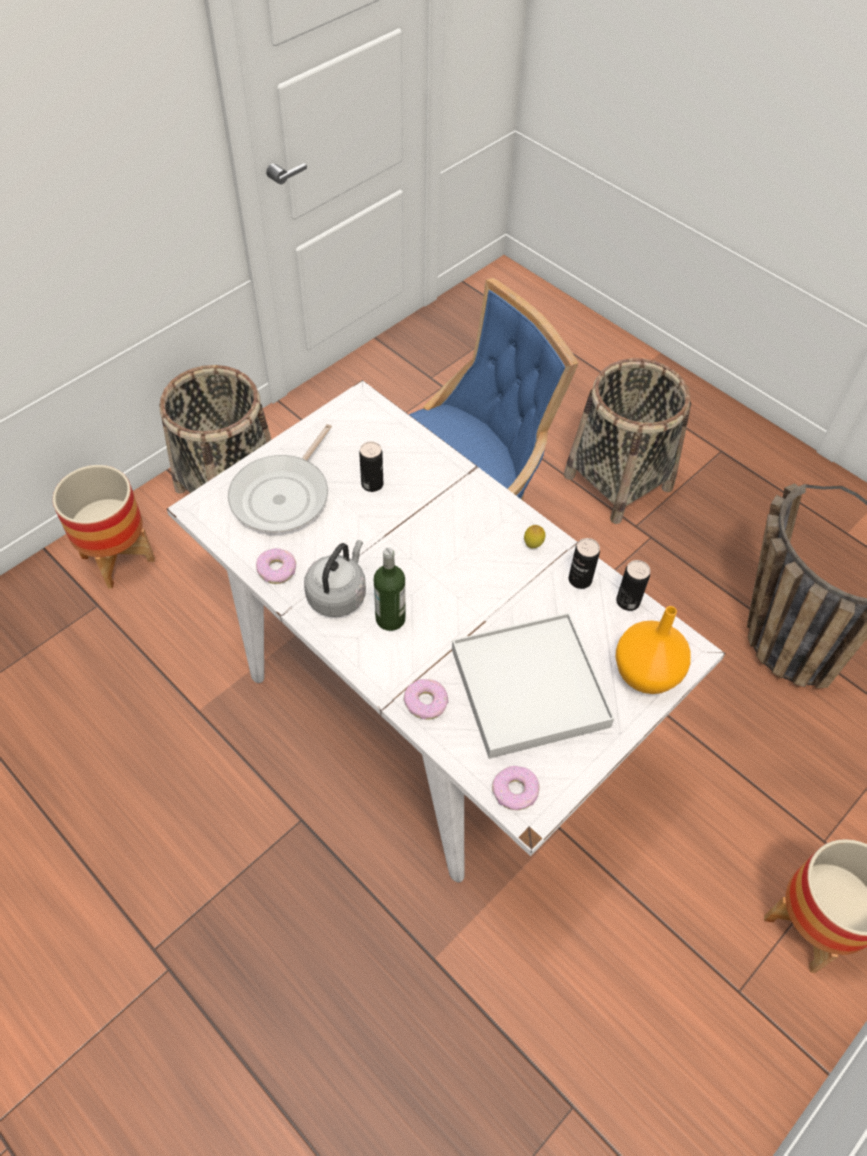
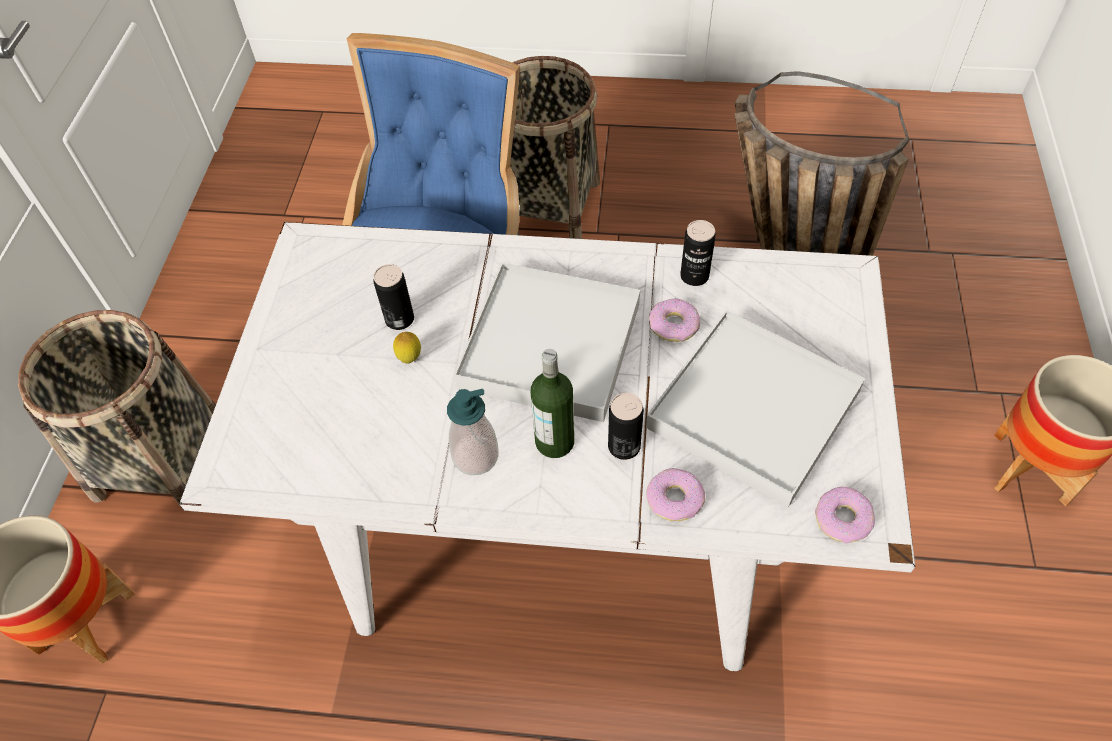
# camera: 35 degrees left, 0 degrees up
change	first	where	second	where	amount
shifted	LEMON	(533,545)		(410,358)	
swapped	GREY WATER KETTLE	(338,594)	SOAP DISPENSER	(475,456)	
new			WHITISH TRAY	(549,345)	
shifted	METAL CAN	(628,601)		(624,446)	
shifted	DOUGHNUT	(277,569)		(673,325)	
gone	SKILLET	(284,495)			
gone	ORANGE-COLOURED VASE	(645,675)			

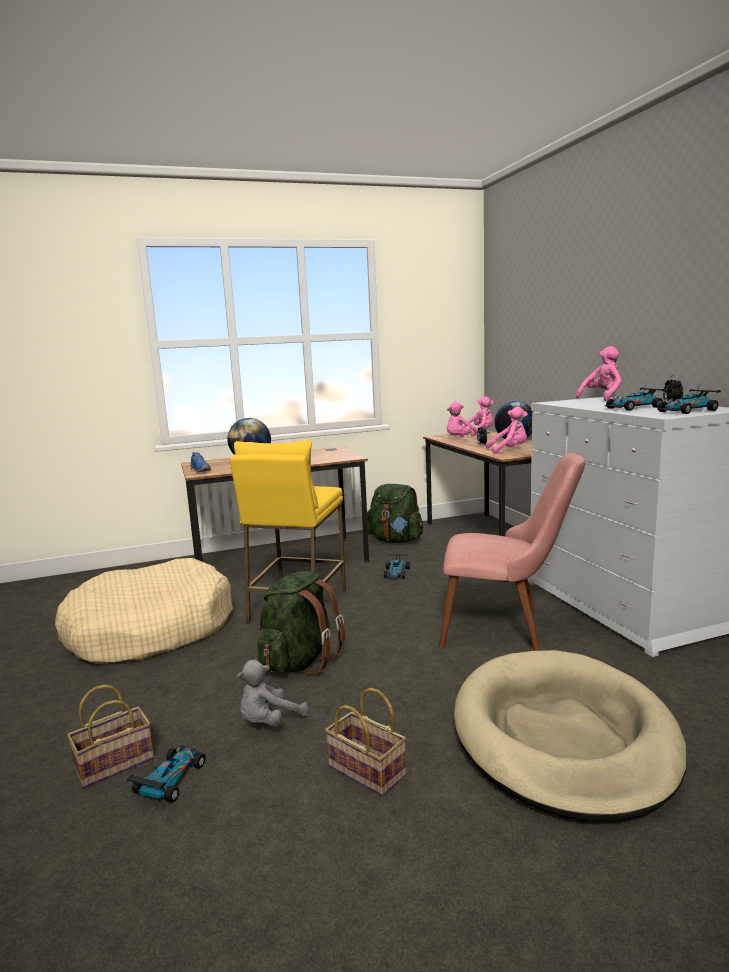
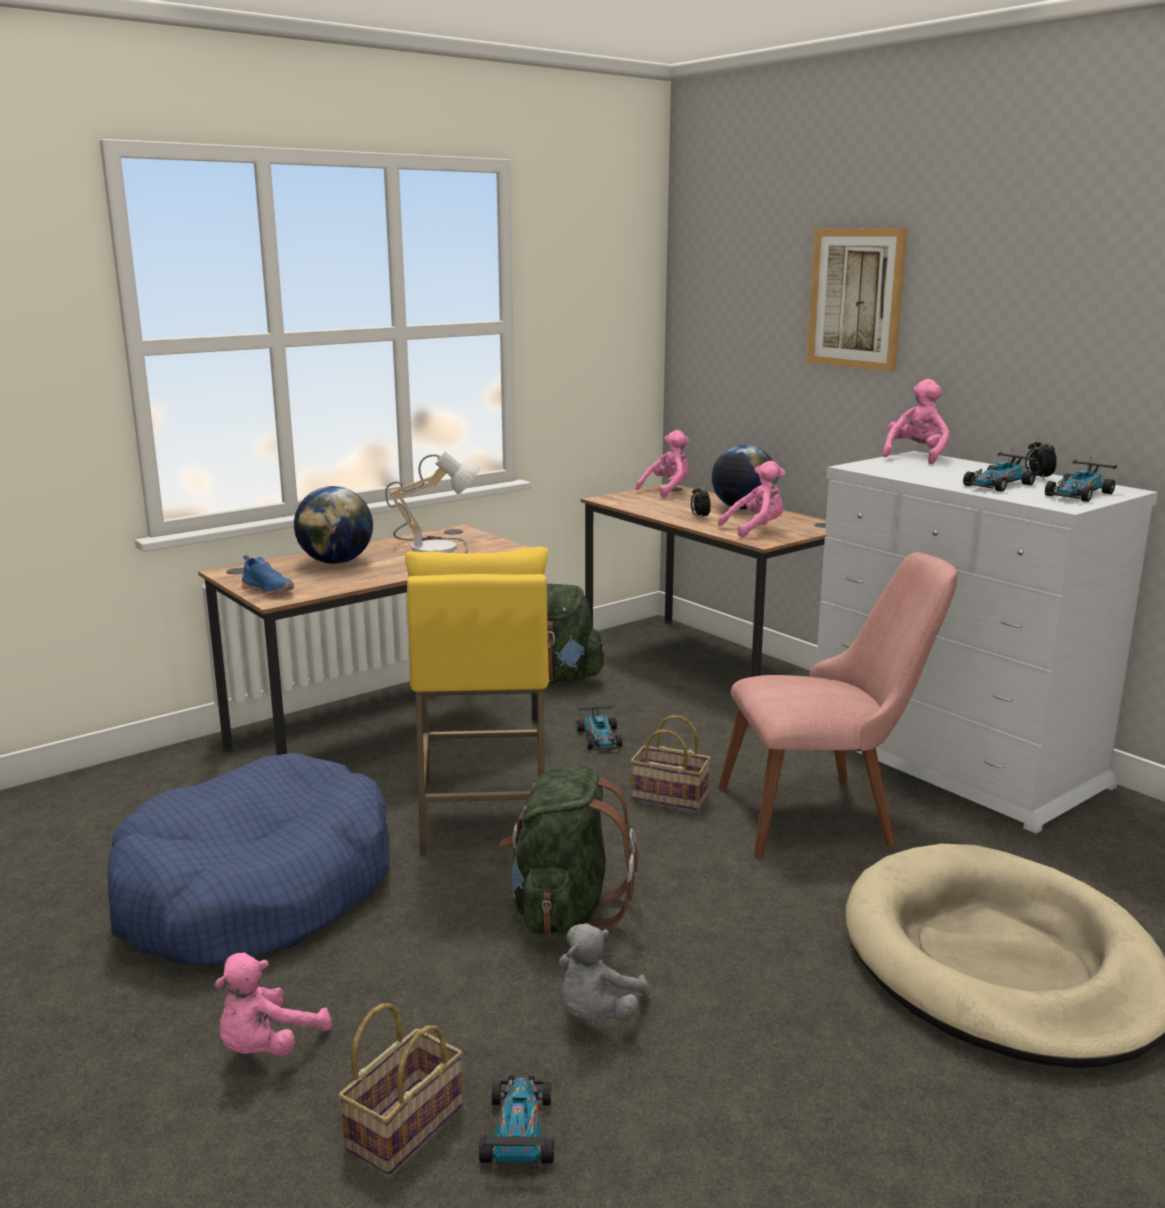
# camera: 20 degrees left, 5 degrees up
change	first	where	second	where	amount
repainted	BEIGE PET BED	(150,630)	BLUE PET BED	(255,891)	
shifted	PINK PLUSH TOY	(460,440)		(267,1047)	
new			TABLETOP LAMP	(437,547)	
shifted	HOUSEHOLD BASKET	(364,771)		(667,797)	
new			WALL ART	(855,298)	

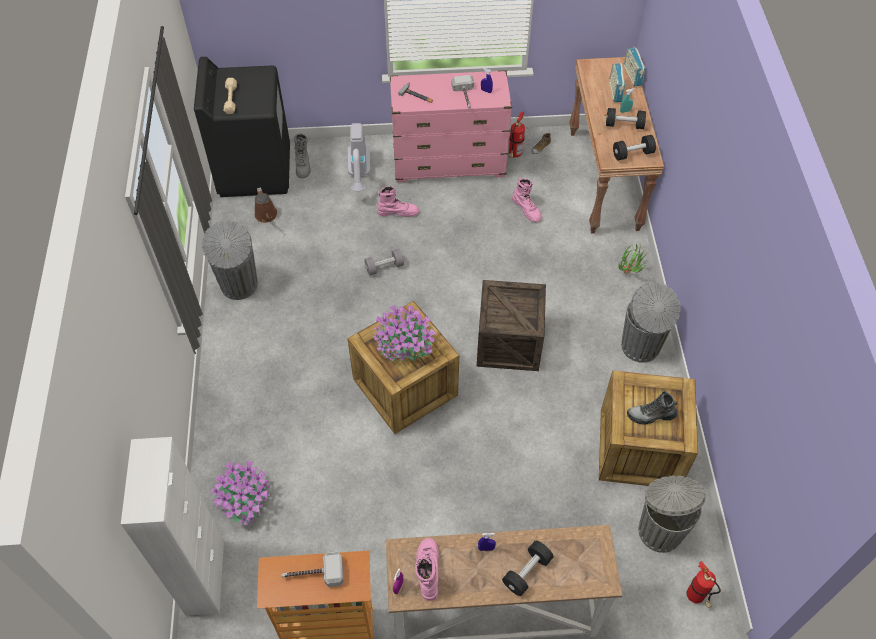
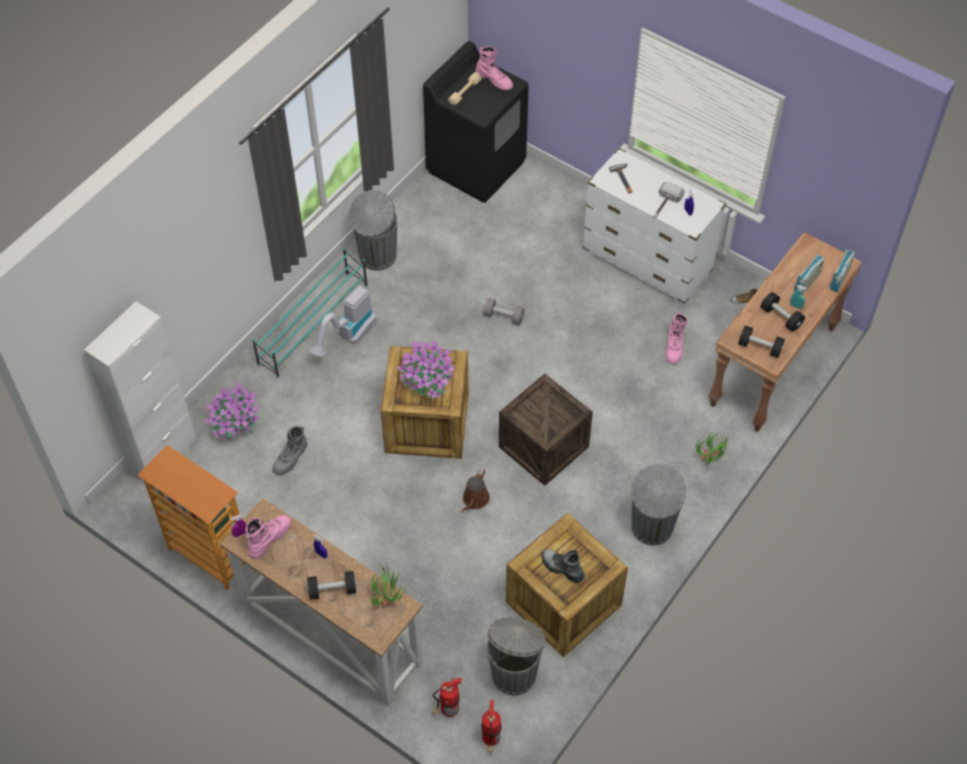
# camera: 40 degrees right, 0 degrees up
change	first	where	second	where	amount
new			TURQUOISE-COLOURED SHOE STAND	(314,324)	
shifted	GREY HIGH-TOP BOOT	(303,165)		(291,458)	
shifted	VACUUM CLEANER	(359,174)		(347,338)	
new			PLANT IN A POT	(387,598)	
shifted	EXTINGUISHER	(514,155)		(447,710)	
shifted	BROWN WATERING POT	(266,216)		(475,500)	
shifted	PINK HIGH-TOP BOOT	(398,212)		(494,80)	
repainted	PINK DRESSER	(449,163)	WHITISH DRESSER	(647,262)	
gone	TOOL HAMMER	(313,574)			

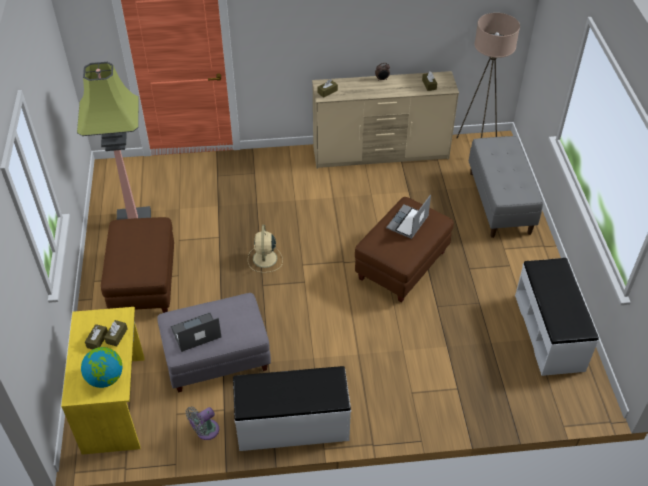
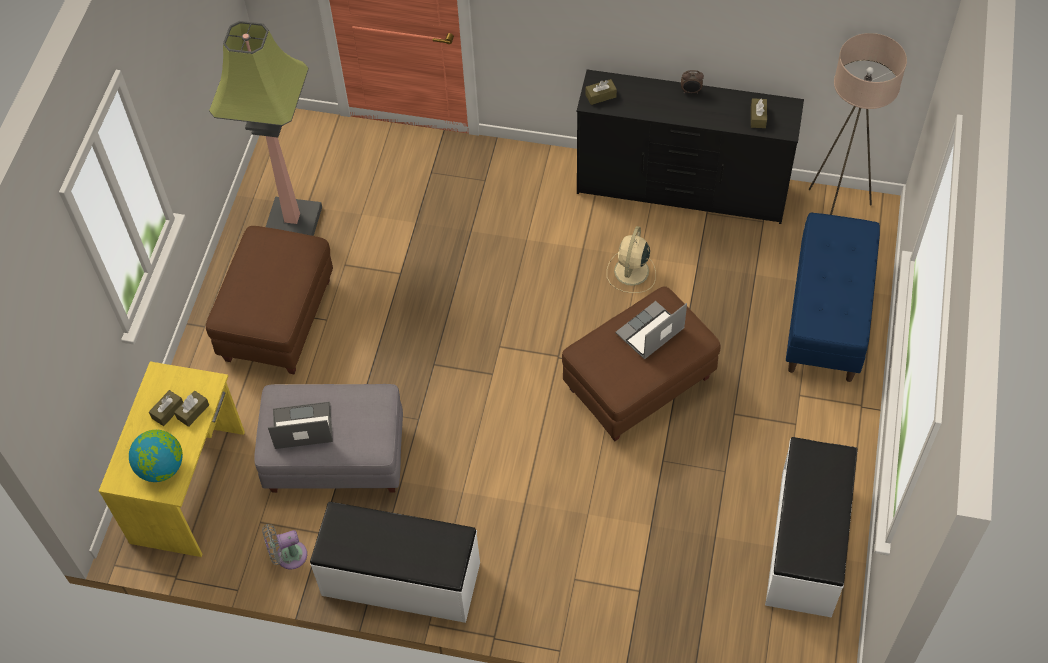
# camera: 20 degrees right, 10 degrees up
change	first	where	second	where	amount
repainted	BEIGE DRESSER	(381,153)	BLACKISH DRESSER	(682,190)	
shifted	BEIGE ELECTRIC FAN	(265,259)		(631,272)	
repainted	GREY LONG SEAT	(500,202)	BLUE LONG SEAT	(827,317)	

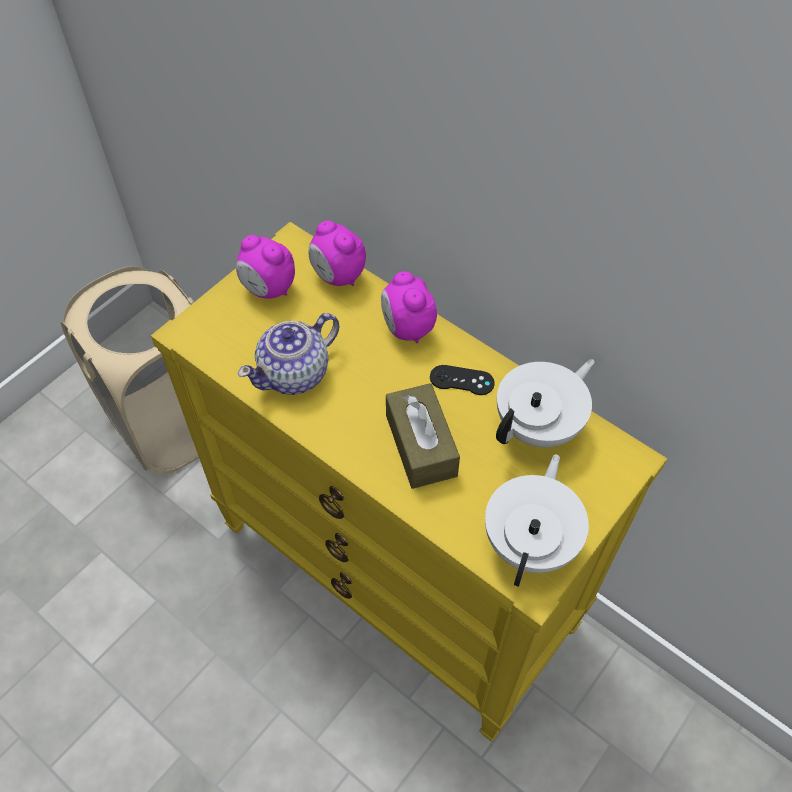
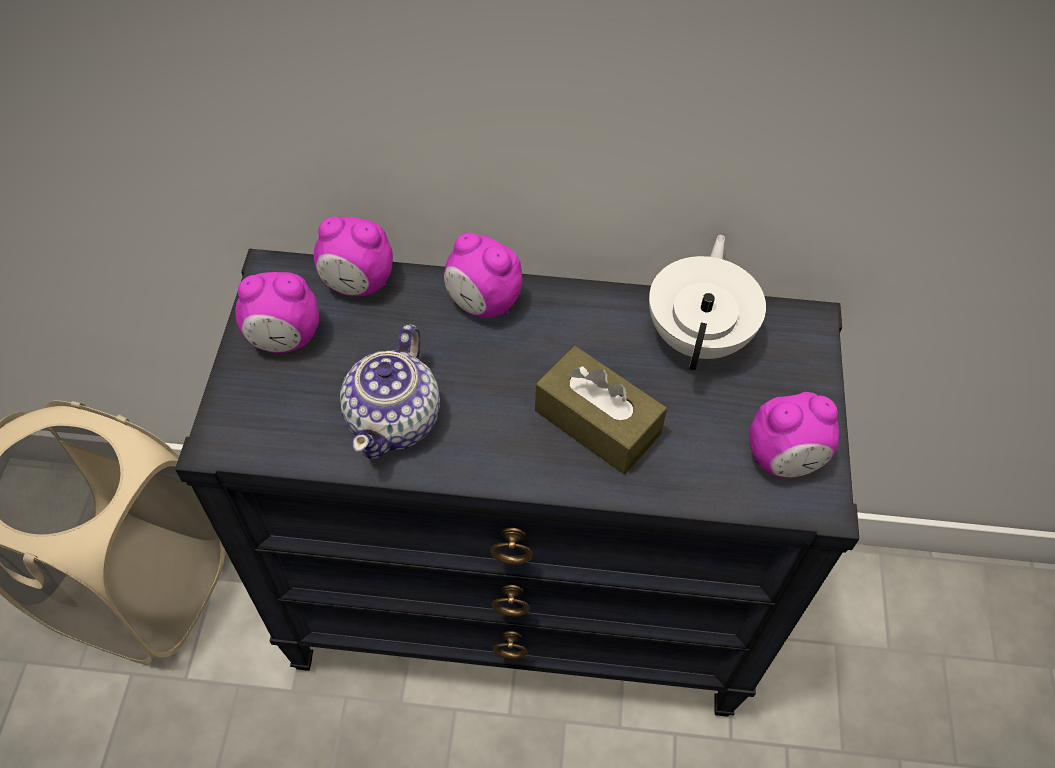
# camera: 35 degrees left, 0 degrees up
change	first	where	second	where	amount
repainted	YELLOW-COLOURED DRESSER	(399,575)	BLACKISH DRESSER	(522,605)	
swapped	WHITISH TEA POT	(531,542)	BEDSIDE CLOCK	(784,459)	
gone	BLACKISH GAME CONTROLLER	(462,380)			

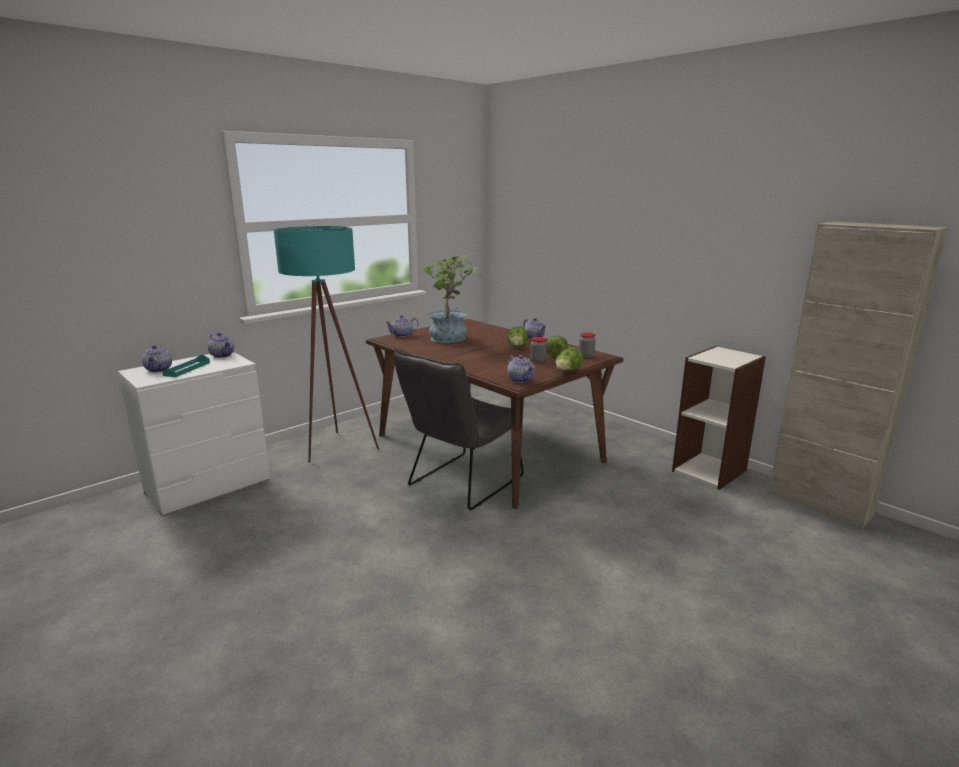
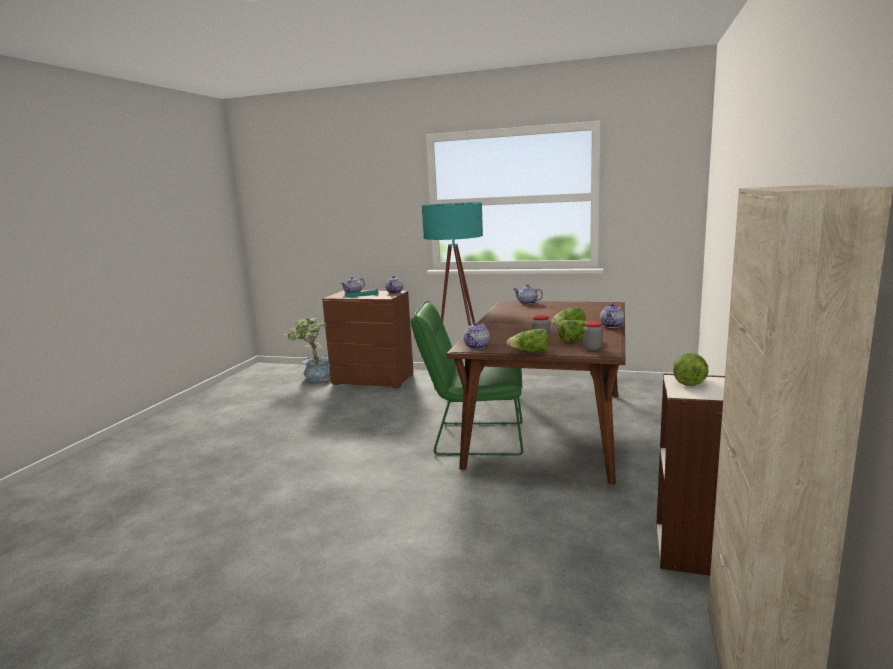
# camera: 60 degrees right, 5 degrees down
change	first	where	second	where	amount
shifted	PLANT IN A POT	(449,340)		(315,378)	
repainted	WHITISH DRESSER	(209,486)	BROWN DRESSER	(373,380)	
repainted	GREY CHAIR	(461,483)	GREENISH CHAIR	(472,438)	
new			LETTUCE HEAD	(688,380)	

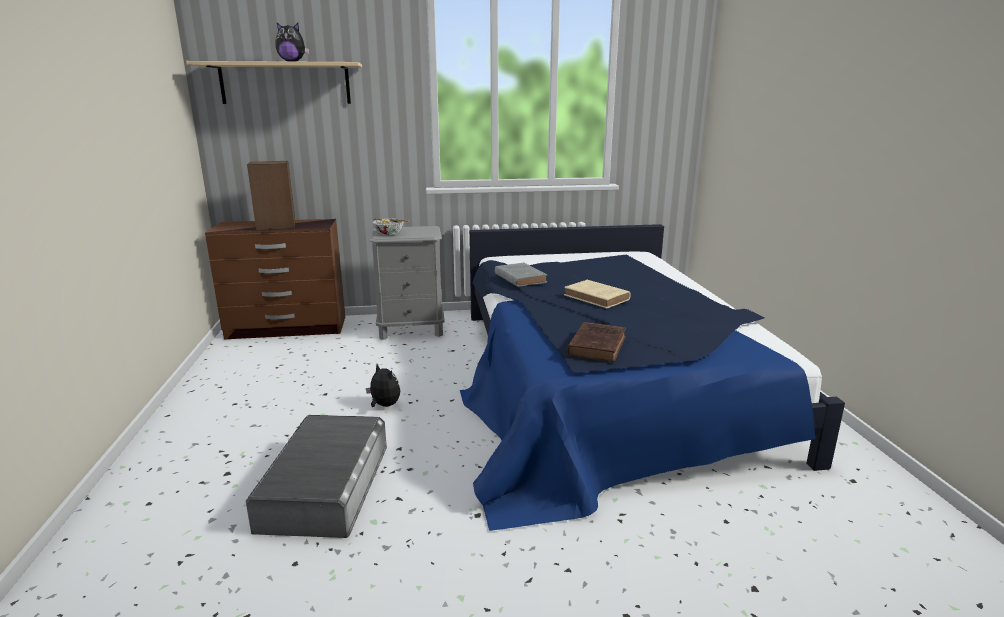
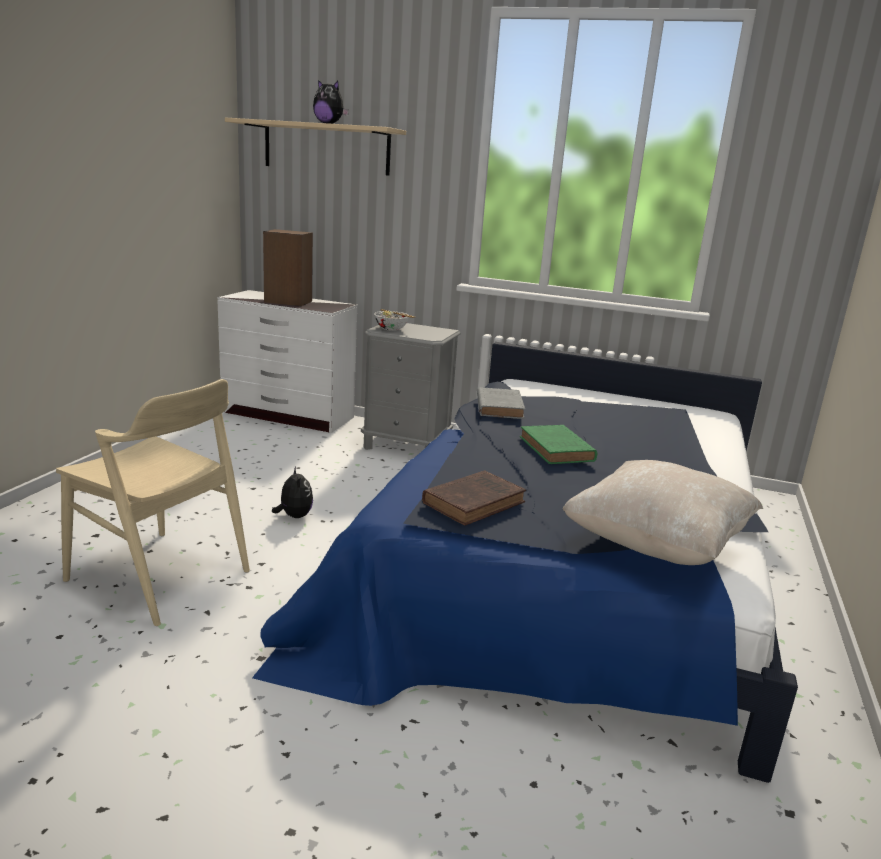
# camera: 25 degrees right, 0 degrees up
change	first	where	second	where	amount
swapped	GREY STORAGE BOX	(326,486)	BEIGE CHAIR	(159,576)	
repainted	BROWN DRESSER	(287,328)	WHITISH DRESSER	(288,415)	
repainted	BEIGE VOLUME	(598,298)	GREENISH VOLUME	(557,450)	
new			BEIGE PILLOW	(656,545)	

